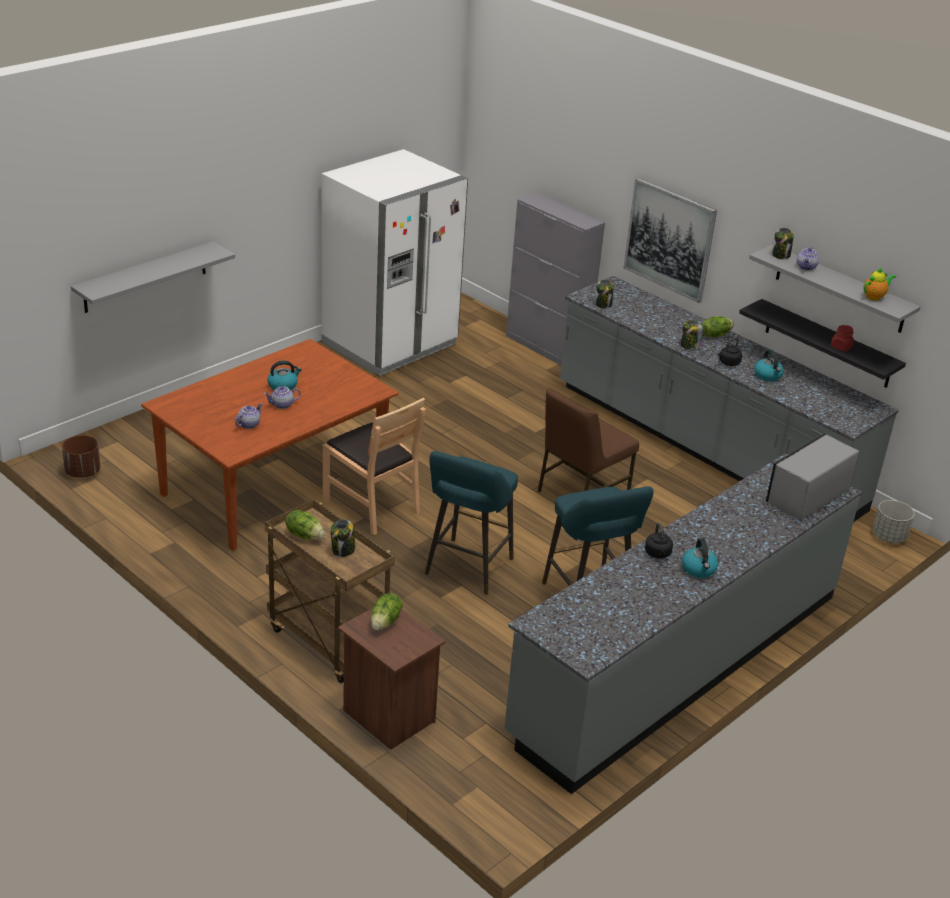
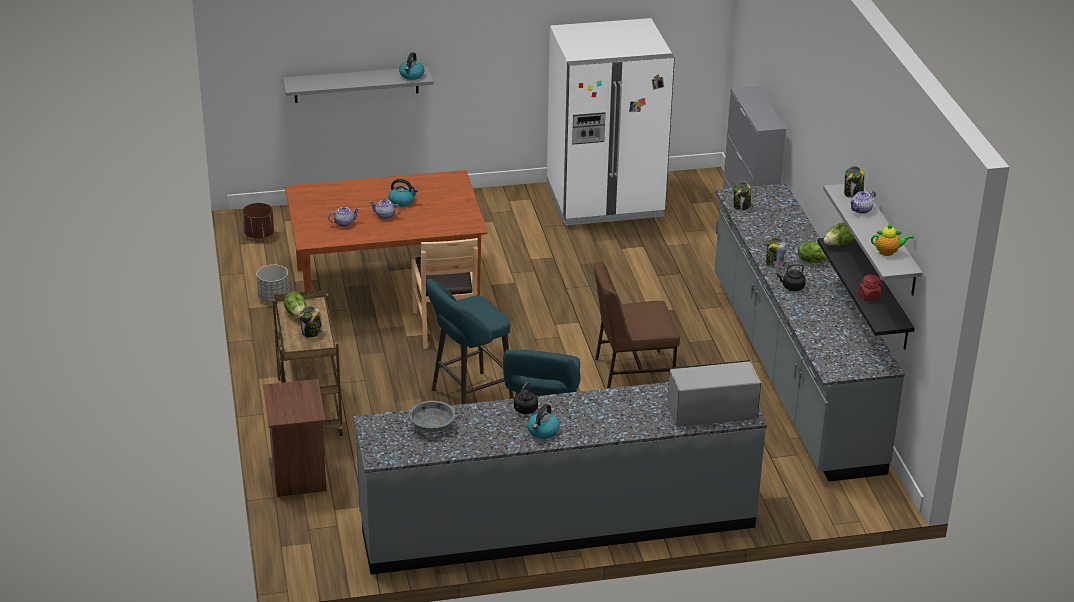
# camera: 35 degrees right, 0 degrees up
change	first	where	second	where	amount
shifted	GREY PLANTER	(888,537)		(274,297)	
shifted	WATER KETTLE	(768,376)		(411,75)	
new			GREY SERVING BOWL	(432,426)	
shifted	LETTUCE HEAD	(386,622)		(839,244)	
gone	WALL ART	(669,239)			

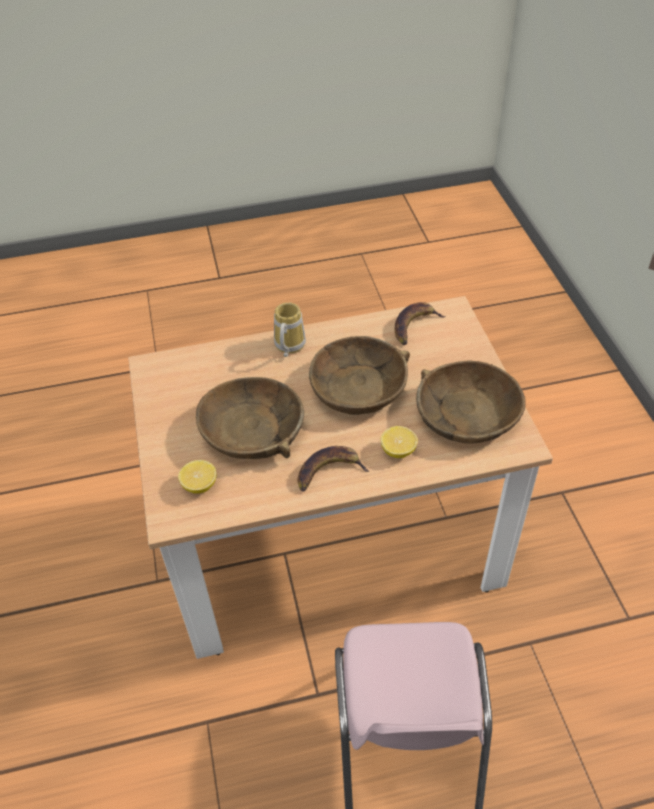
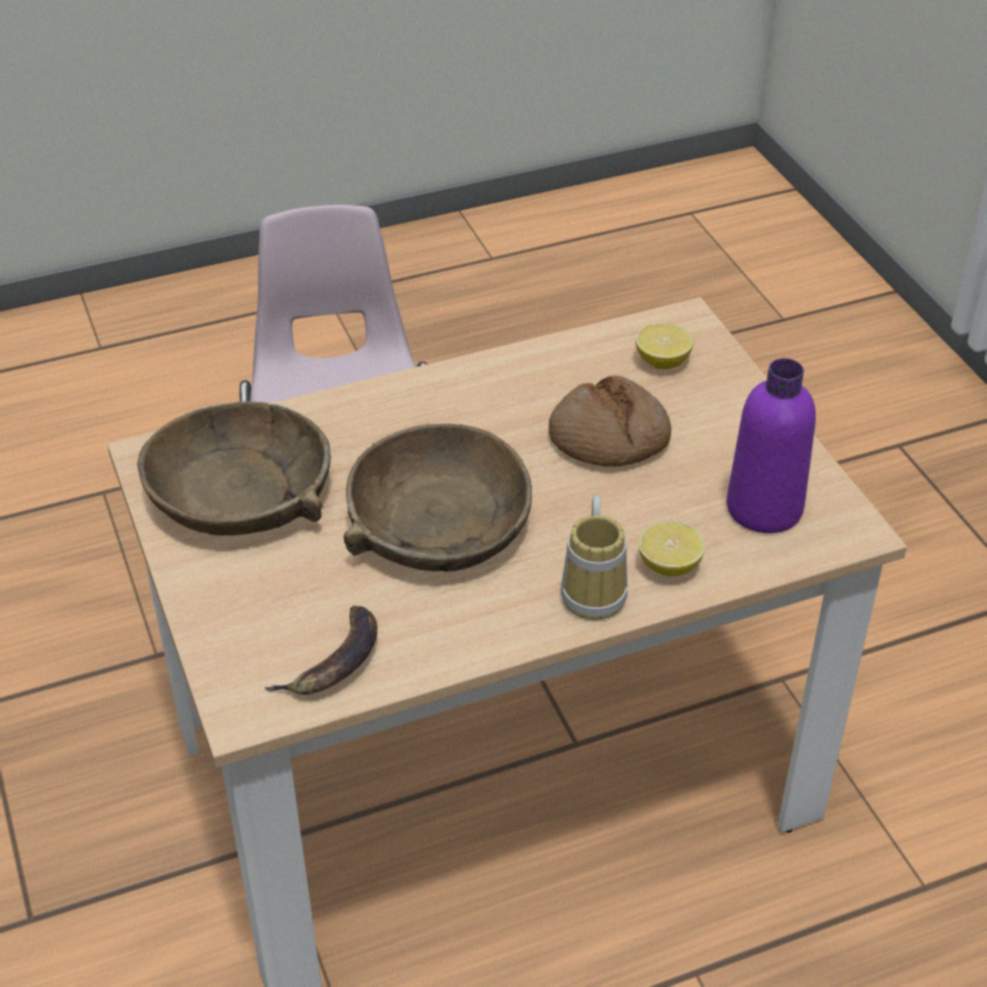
# camera: 170 degrees right, 5 degrees down
change	first	where	second	where	amount
swapped	BROWN SERVING BOWL	(253,430)	BAKERY BREAD	(609,438)	
shifted	LEMON	(398,451)		(669,566)	
new			PURPLISH BOTTLE	(764,508)	
gone	BANANA FRUIT	(329,471)			

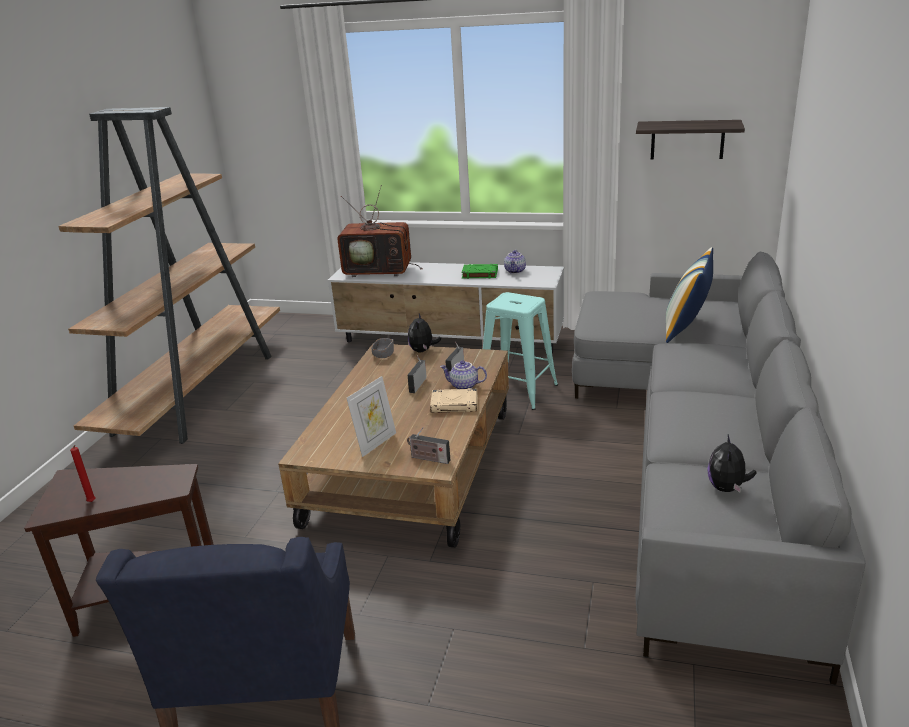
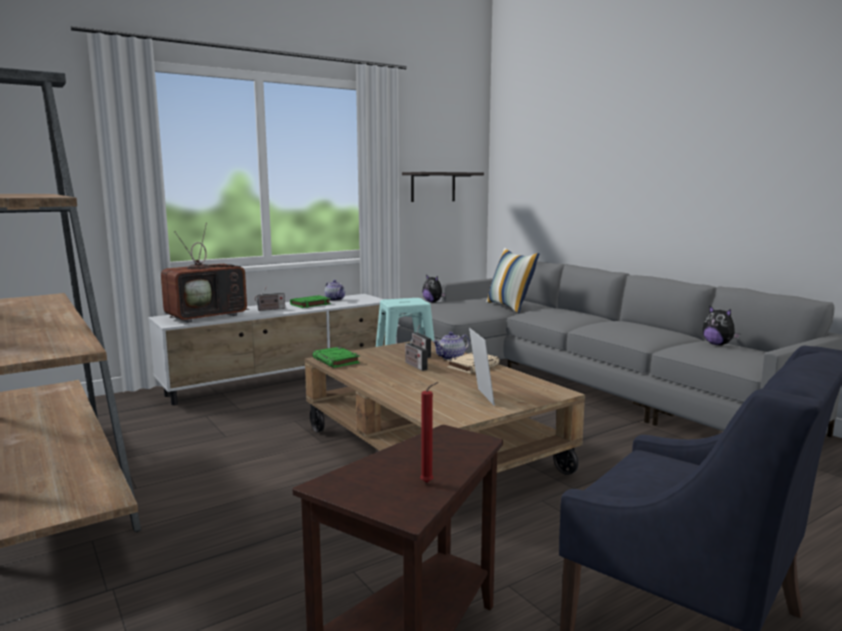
# camera: 50 degrees left, 15 degrees down
change	first	where	second	where	amount
shifted	RADIO	(428,459)		(270,309)	
swapped	GREY SERVING BOWL	(383,355)	GREENISH VOLUME	(336,361)	
shifted	PLUSH TOY	(423,351)		(433,302)	

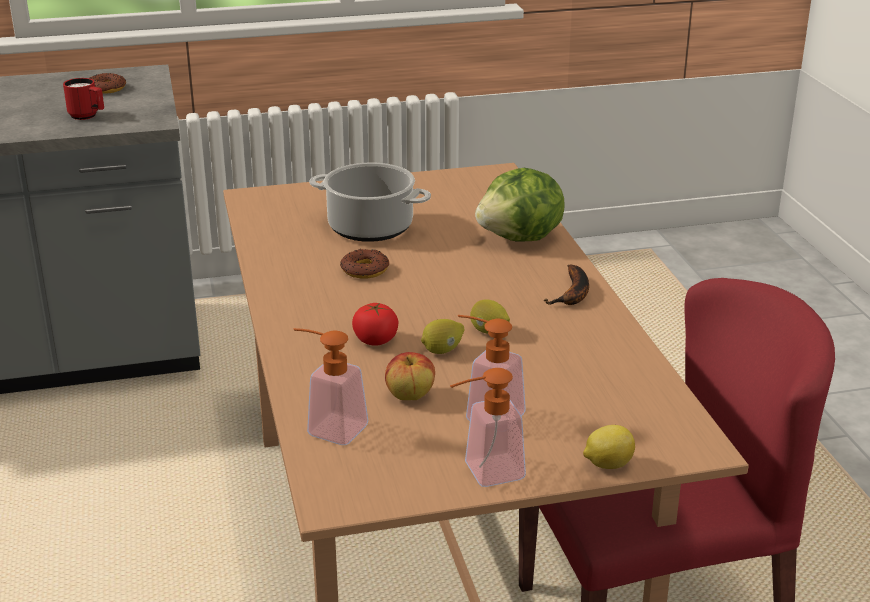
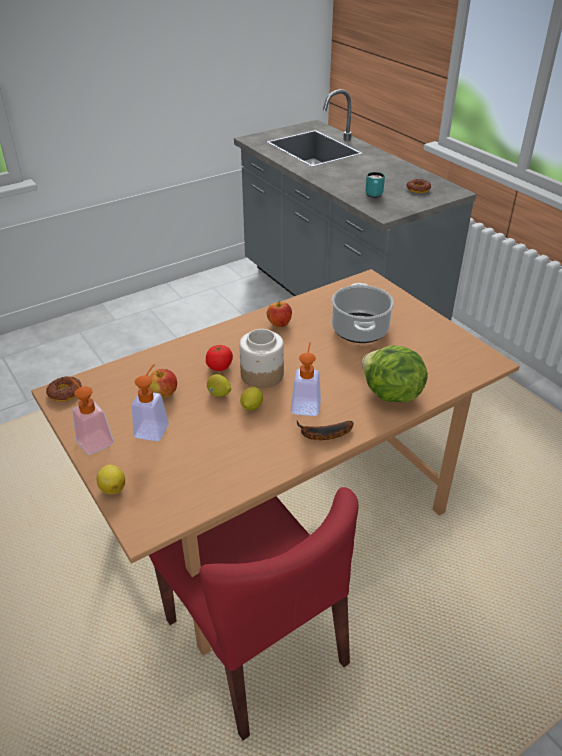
# camera: 70 degrees right, 10 degrees up
change	first	where	second	where	amount
shifted	DOUGHNUT	(364,270)		(65,392)	
new			JAR	(261,375)	
new			APPLE	(279,324)	
shifted	SOAP DISPENSER	(329,427)		(306,403)	
repainted	RED-COLOURED COFFEE MUG	(87,116)	TURQUOISE-COLOURED COFFEE MUG	(374,196)	

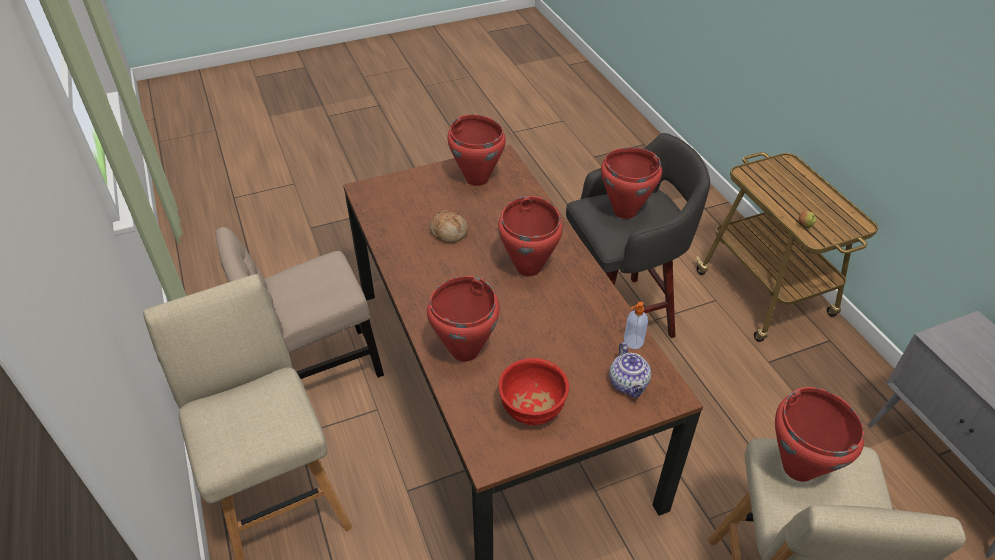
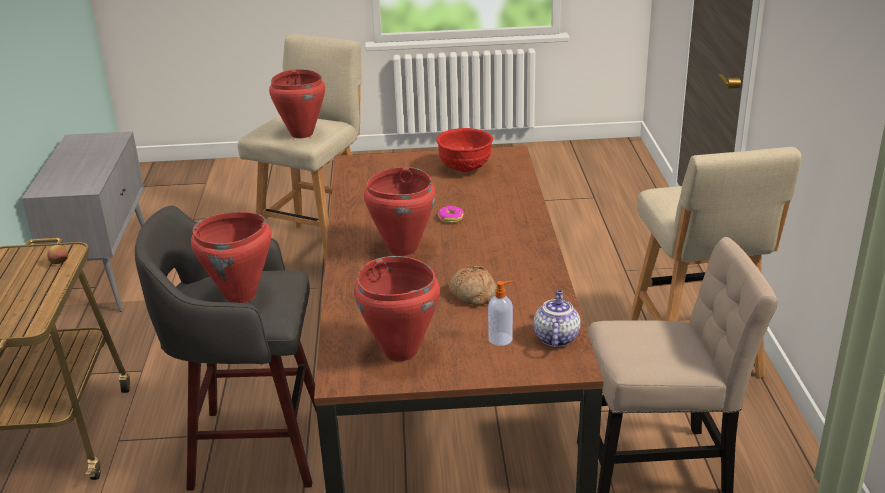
# camera: 160 degrees left, 15 degrees down
change	first	where	second	where	amount
new			DOUGHNUT	(451,218)	
shifted	SOAP DISPENSER	(632,342)		(501,339)	
shifted	TEA POT	(629,384)		(555,337)	
gone	RED-COLOURED COOKING POT	(464,351)			

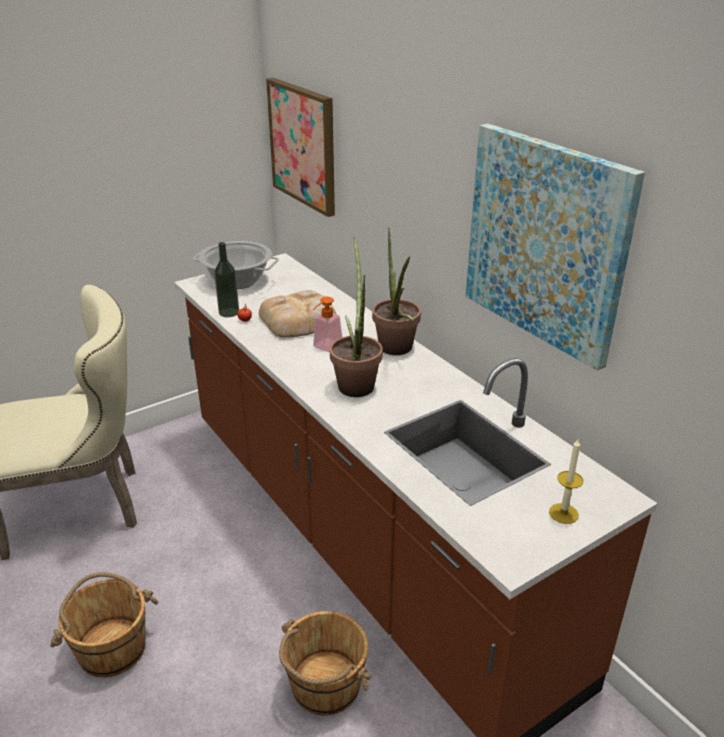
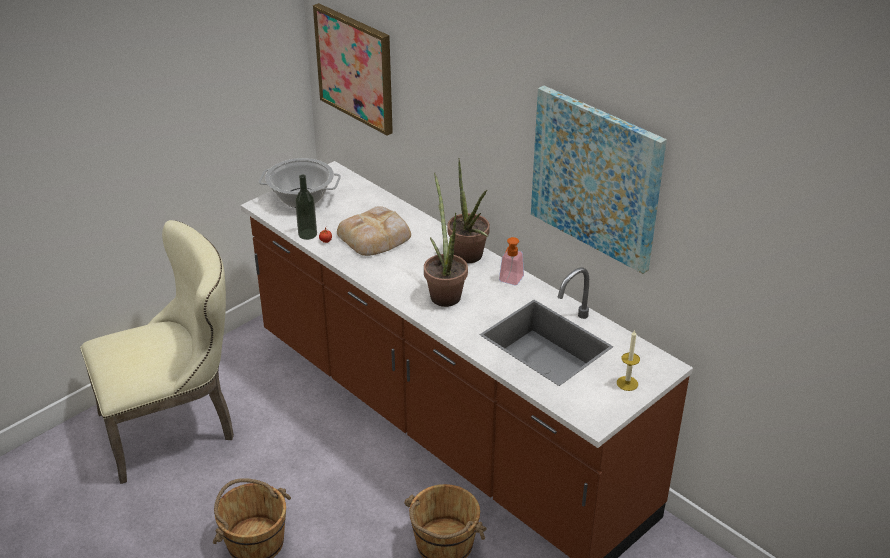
# camera: 10 degrees left, 5 degrees up
change	first	where	second	where	amount
shifted	SOAP DISPENSER	(325,348)		(509,281)	

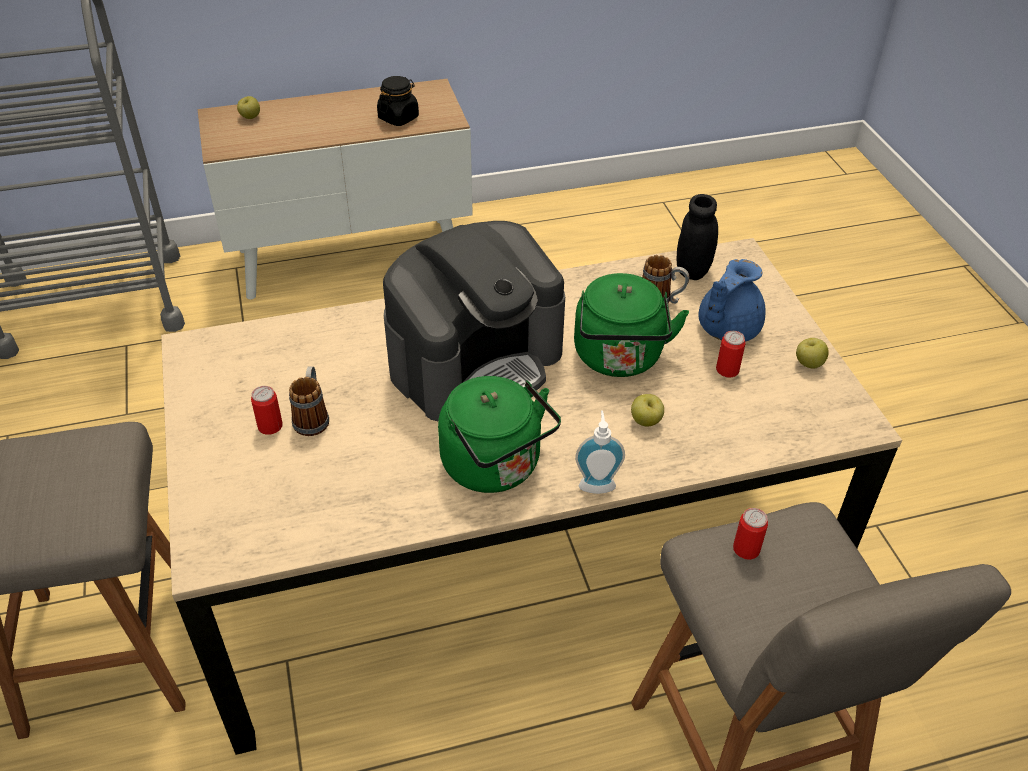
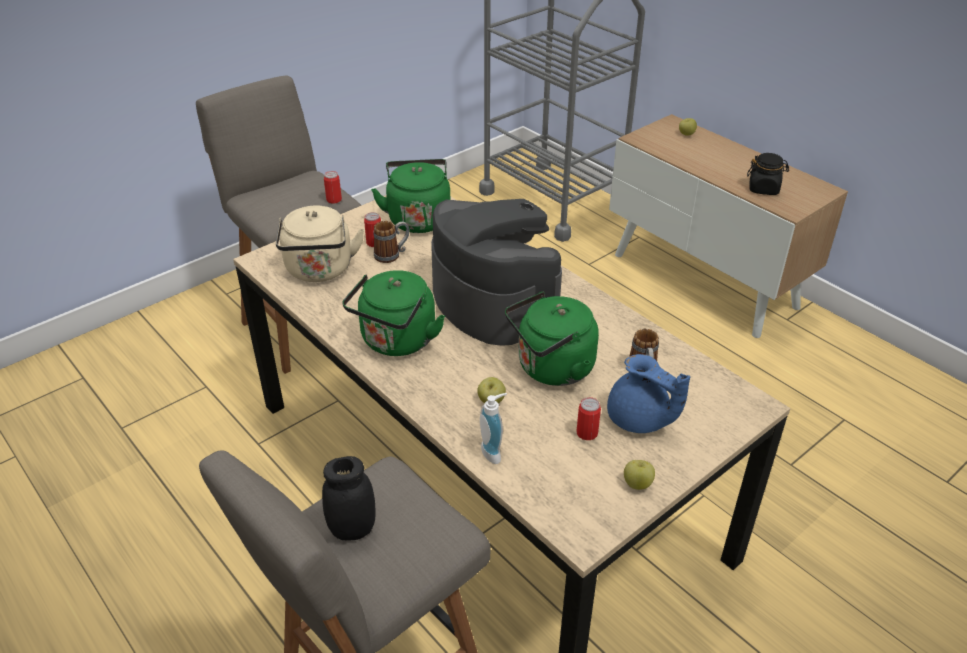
# camera: 65 degrees right, 5 degrees down
change	first	where	second	where	amount
new			BEIGE WATER KETTLE	(320,271)	
shifted	BLACKISH JAR	(692,271)		(352,529)	
shifted	METAL CAN	(746,549)		(334,200)	
new			GREENISH WATER KETTLE	(418,218)	
rotated	COFFEE MAKER	(476,361)		(493,301)	150 degrees counterclockwise
shifted	SOAP DISPENSER	(596,483)		(494,452)	
rotated	BLUE TEA POT	(726,329)		(639,420)	150 degrees counterclockwise

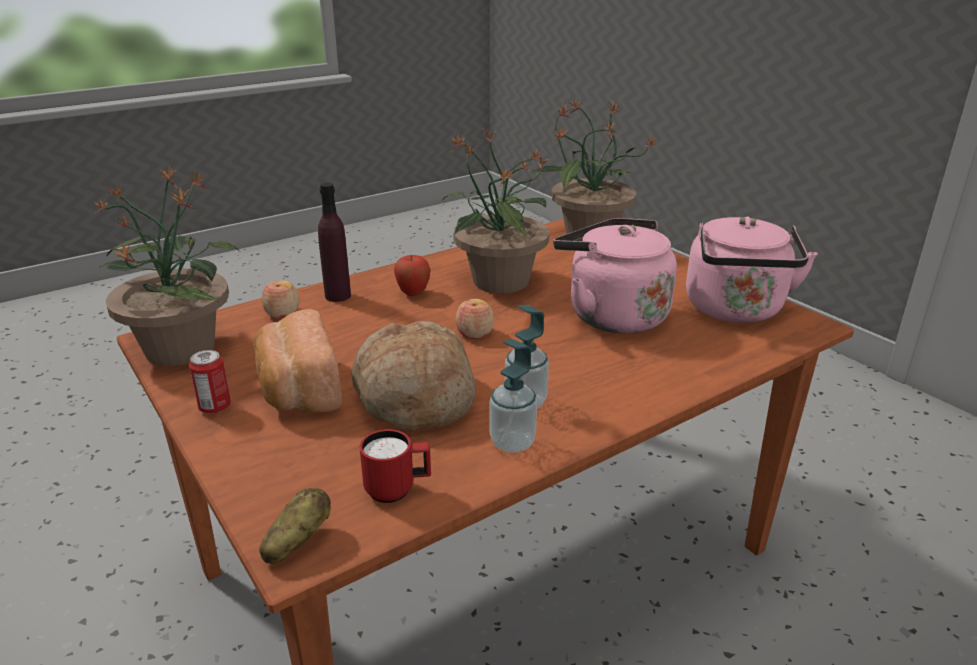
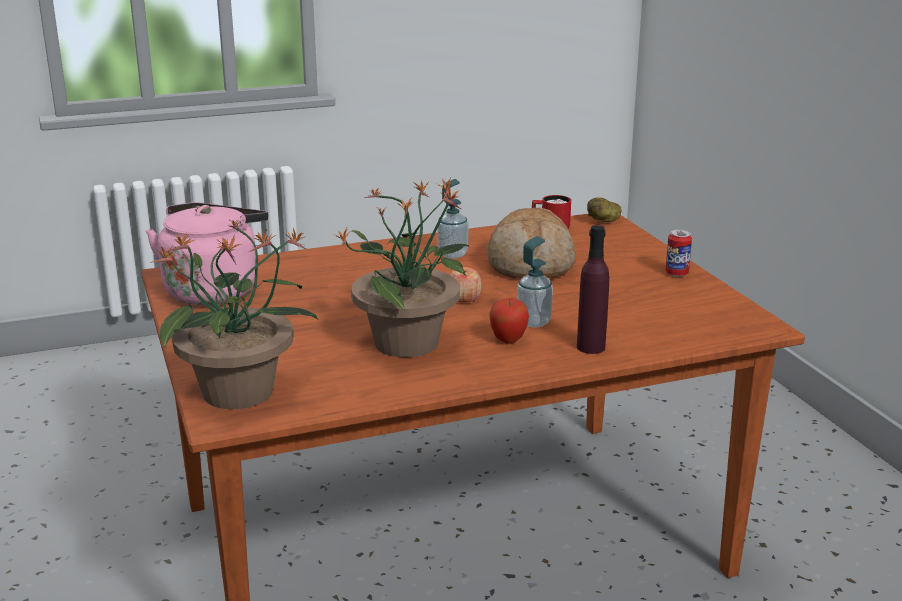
# camera: 165 degrees left, 5 degrees down
change	first	where	second	where	amount
shifted	SOAP DISPENSER	(512,443)		(533,322)	
gone	PLANT IN A POT	(181,347)			
gone	BAKERY BREAD	(298,389)			
gone	APPLE	(282,313)			
gone	PINK WATER KETTLE	(612,315)			

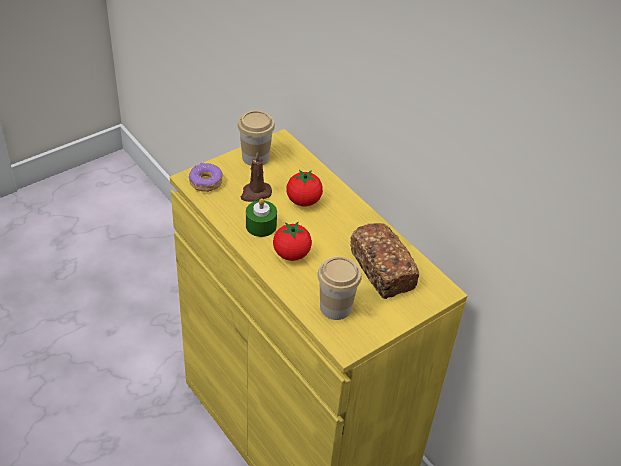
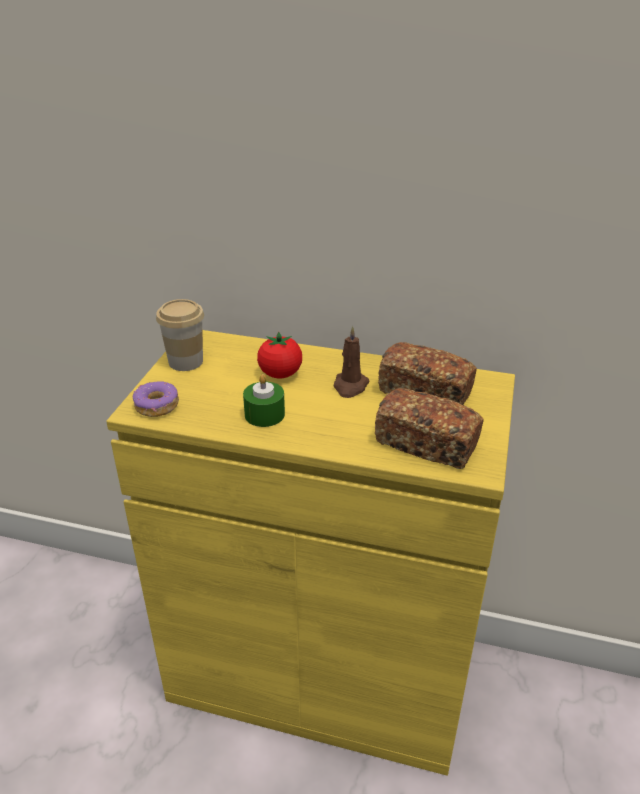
# camera: 35 degrees left, 10 degrees down
change	first	where	second	where	amount
shifted	BROWN CANDLE	(255,193)		(350,386)	
swapped	DRINKING CUP	(335,307)	BAKERY BREAD	(427,444)	
gone	TOMATO	(291,254)			

